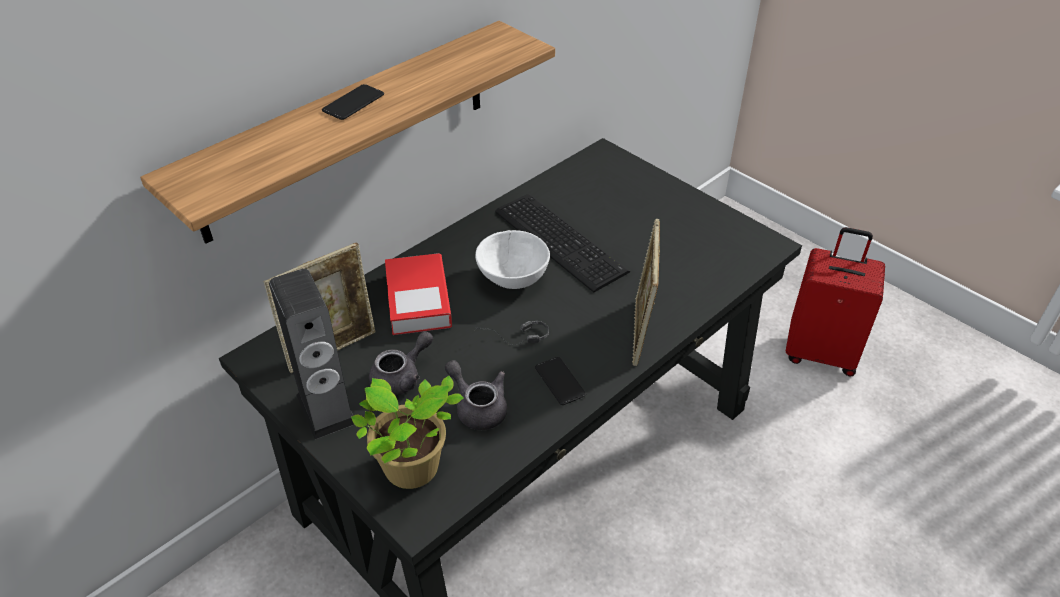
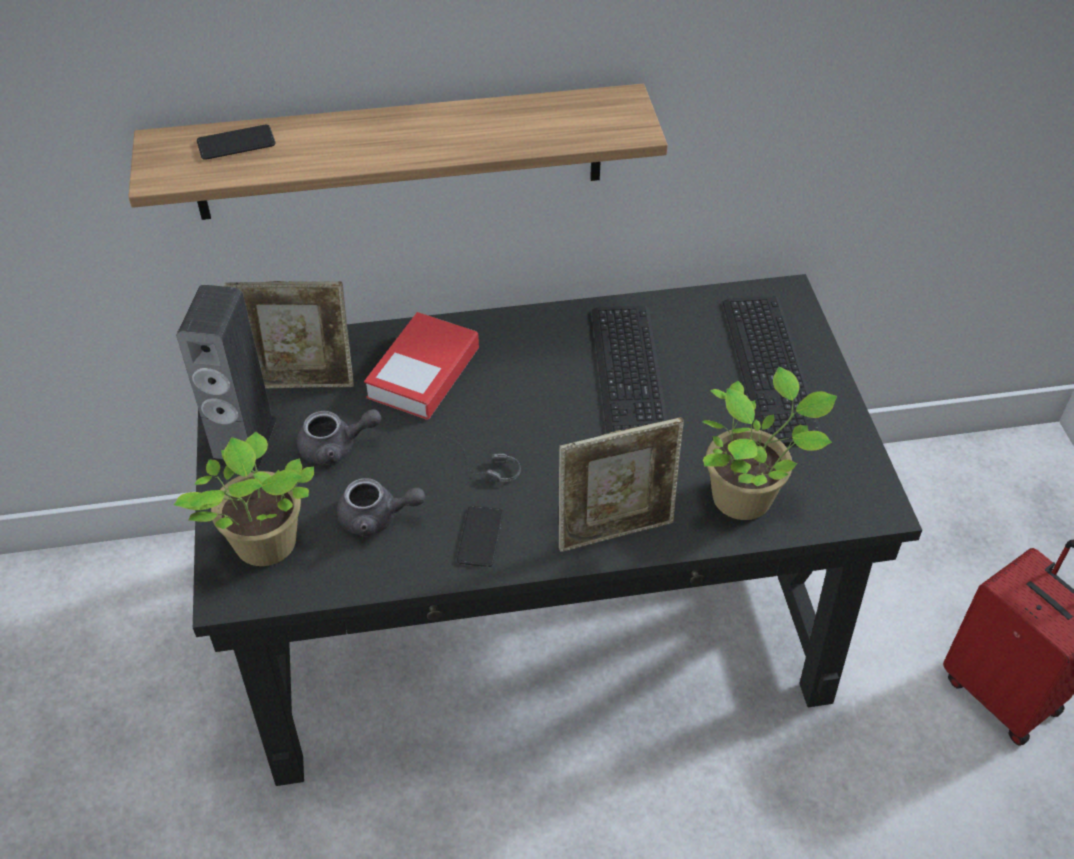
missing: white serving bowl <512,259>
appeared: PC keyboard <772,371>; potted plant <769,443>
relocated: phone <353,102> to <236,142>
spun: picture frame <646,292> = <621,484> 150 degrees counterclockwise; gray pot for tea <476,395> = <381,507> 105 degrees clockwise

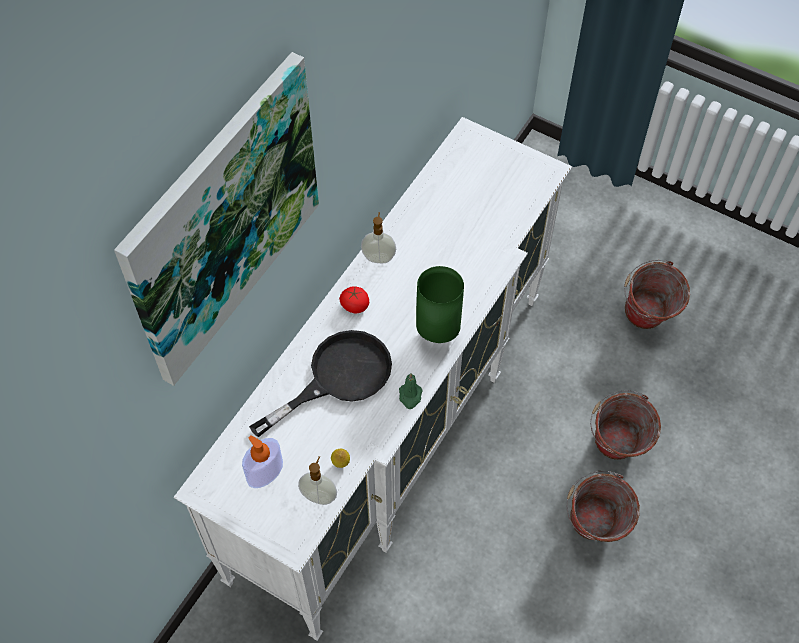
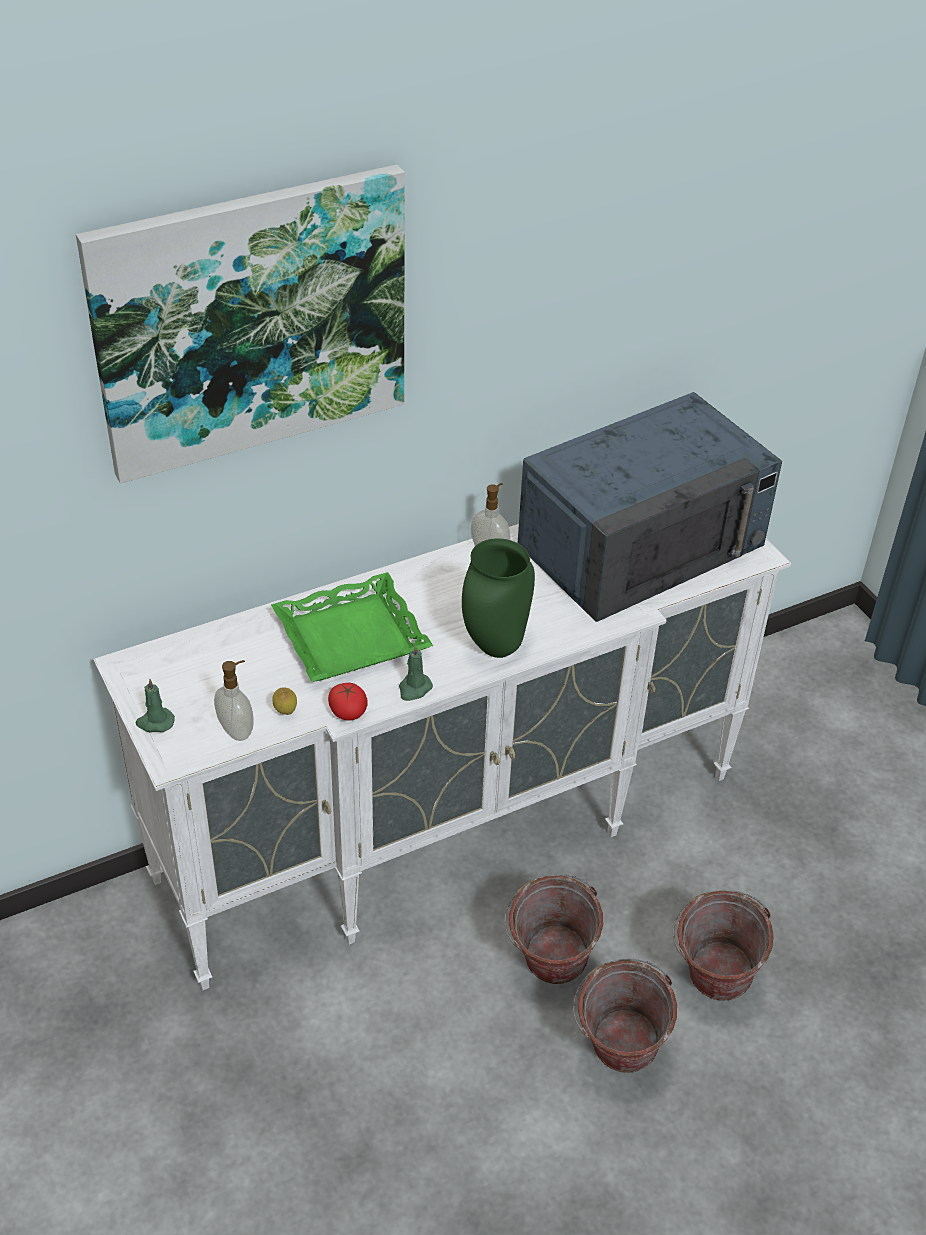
missing: liquid soap bottle <262,461>
appeared: blue-coloured microwave <650,507>; green-coloured wax candle <155,705>
relocated: pail <657,294> to <553,929>; tomato <354,299> to <348,702>
exchanged: black frying pan <320,383> to green-coloured serving tray <352,627>

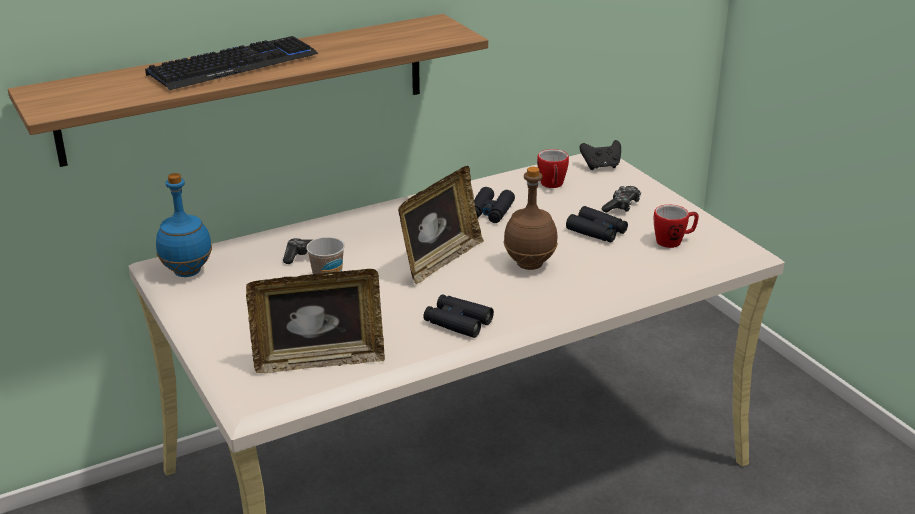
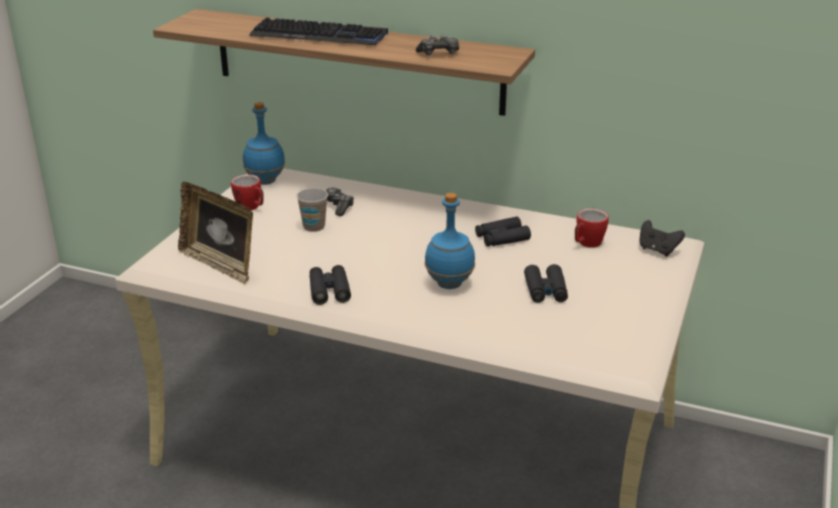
missing: picture frame <441,225>
relocated: game controller <621,199> to <437,45>; coffee mug <676,226> to <247,192>
colour: brownish bottle <531,218> to blue-coloured bottle <450,241>

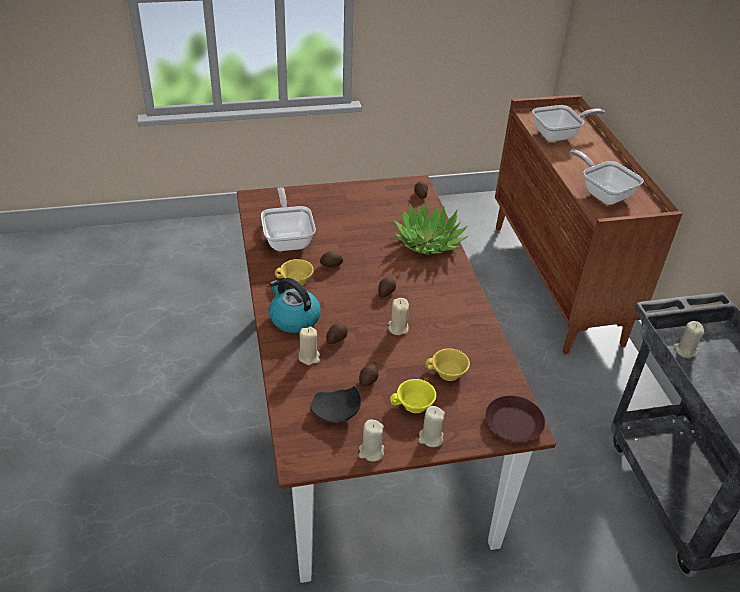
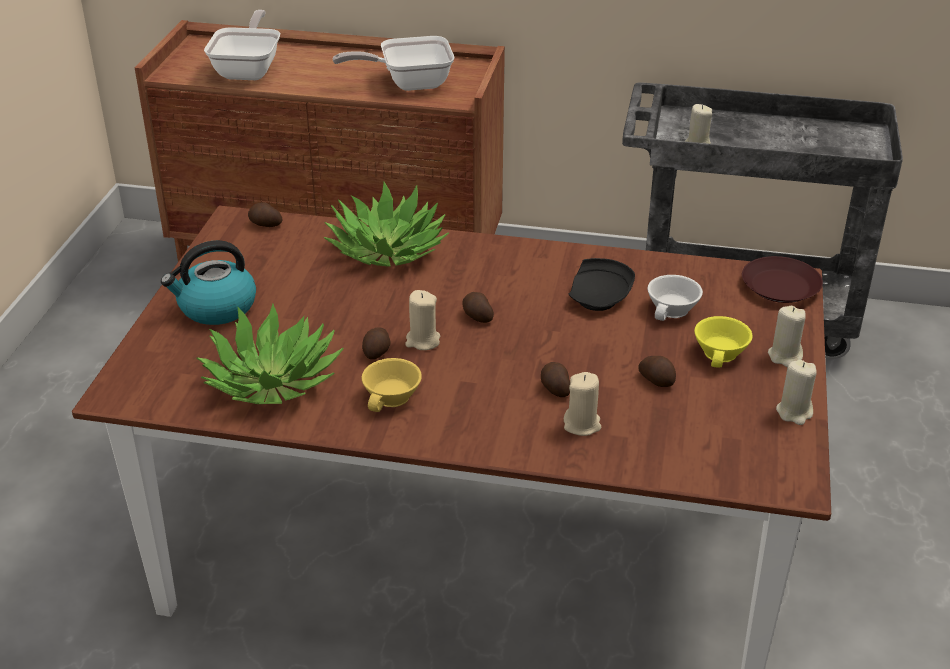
relocated: tea kettle <295,305> to <208,282>; beige wax candle <398,316> to <422,320>; black flat dish <335,404> to <602,284>
exchanged: frying pan <288,219> to potted plant <270,353>
colour: yellow-coloured cup <447,364> to white cup <675,298>

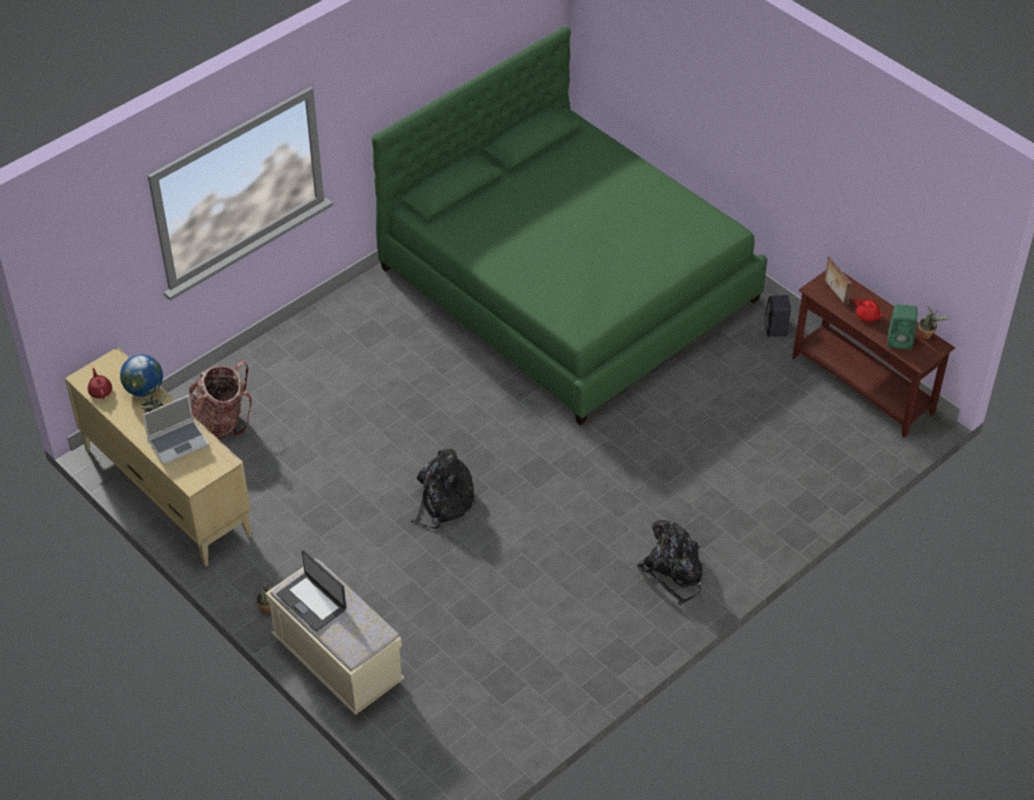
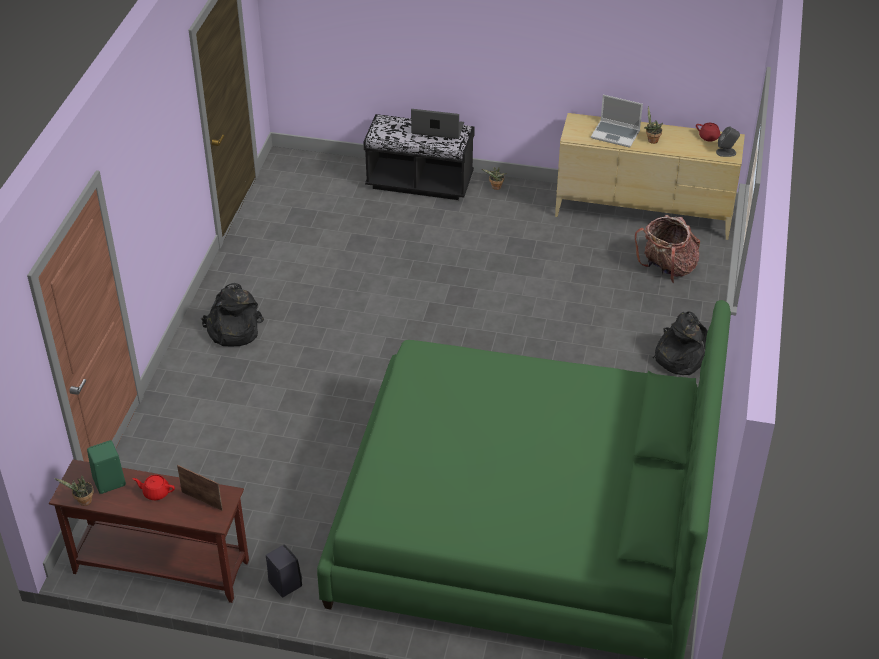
missing: desk globe <141,375>
appeared: gray speaker <728,141>
relocated: black backpack <443,489> to <680,343>
colour: beige indoor bench <334,636> to black indoor bench <419,157>
spun: portable computer <176,429> = <617,121> 90 degrees counterclockwise

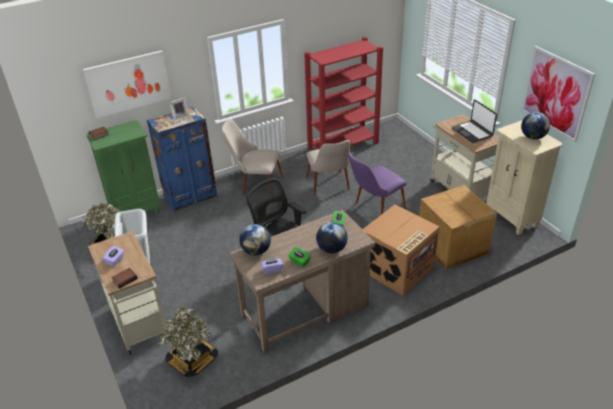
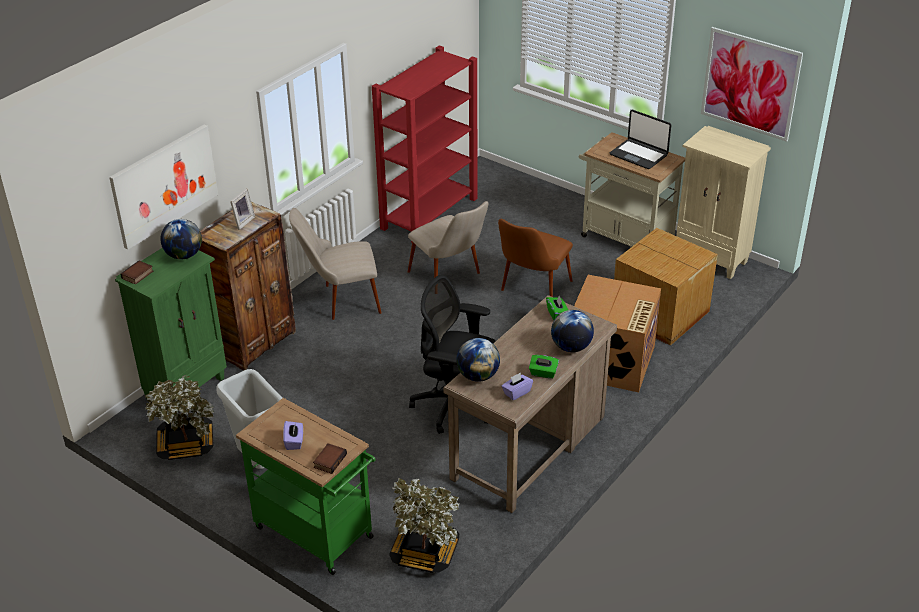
relocated: desk globe <535,126> to <181,239>
colour: blue-coloured cabinet <182,159> to brownish cabinet <247,286>; purple-coloured upright chair <377,184> to brownish upright chair <535,258>; beige trolley <128,293> to green-coloured trolley <306,486>

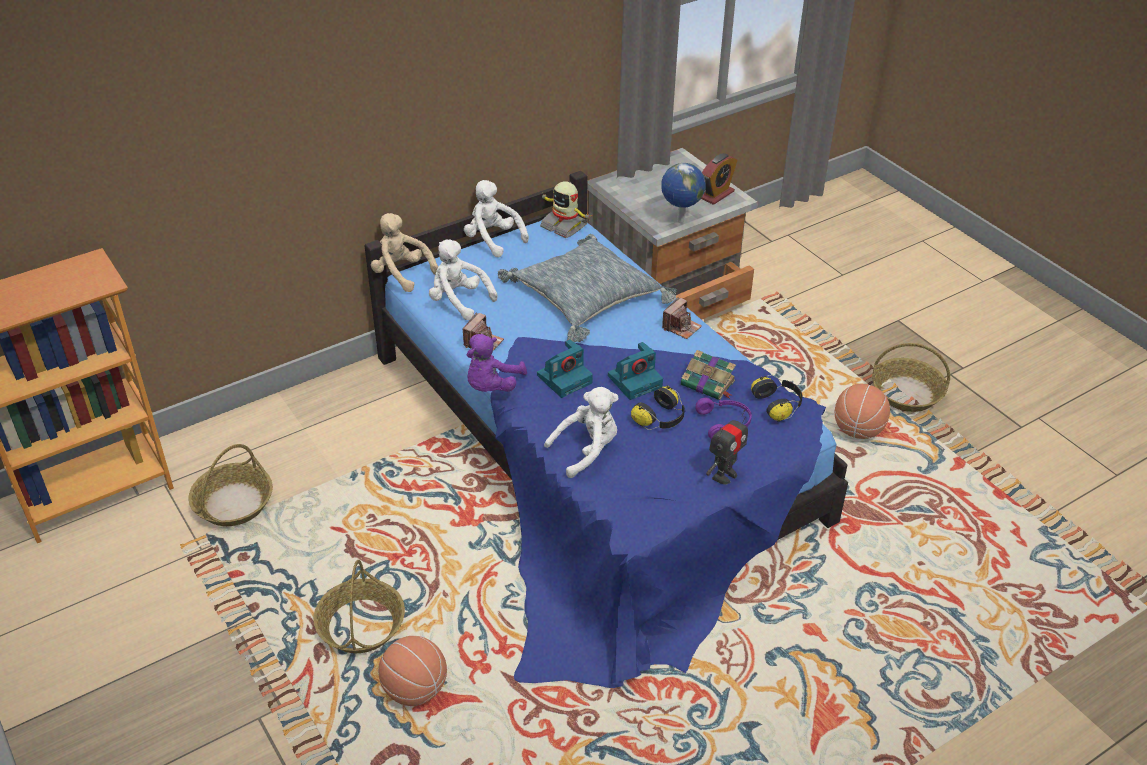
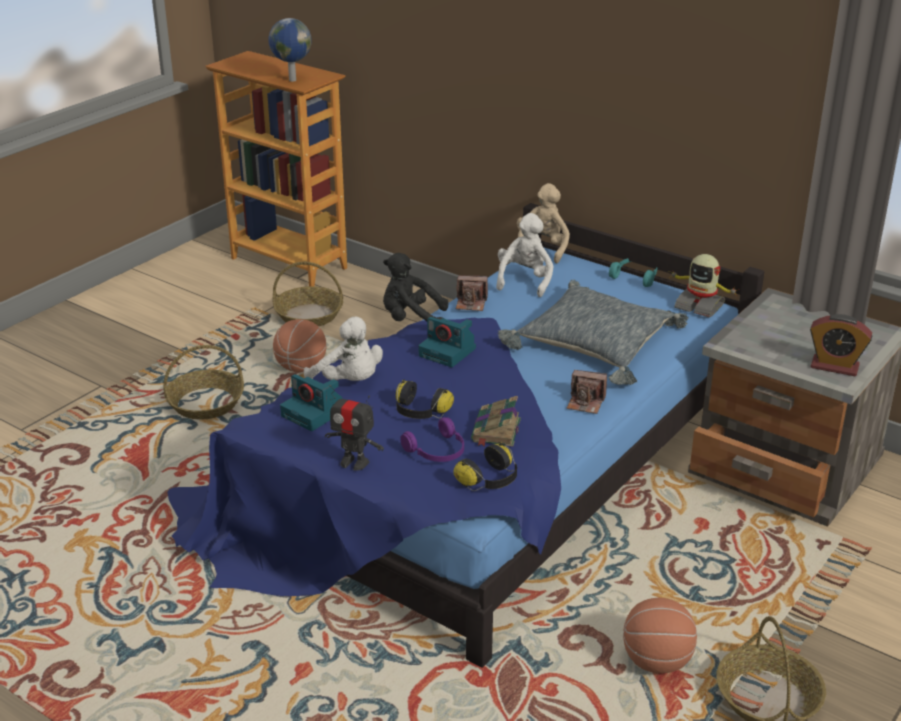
relocated: desk globe <683,193> to <290,50>; still camera <635,371> to <311,402>; basketball ball <412,671> to <299,346>
exchanged: white soft toy <496,218> to blue-green headphones <633,272>
colour: purple-coloured soft toy <497,363> to black soft toy <415,287>
spun: toy robot <565,209> = <704,286> 75 degrees counterclockwise

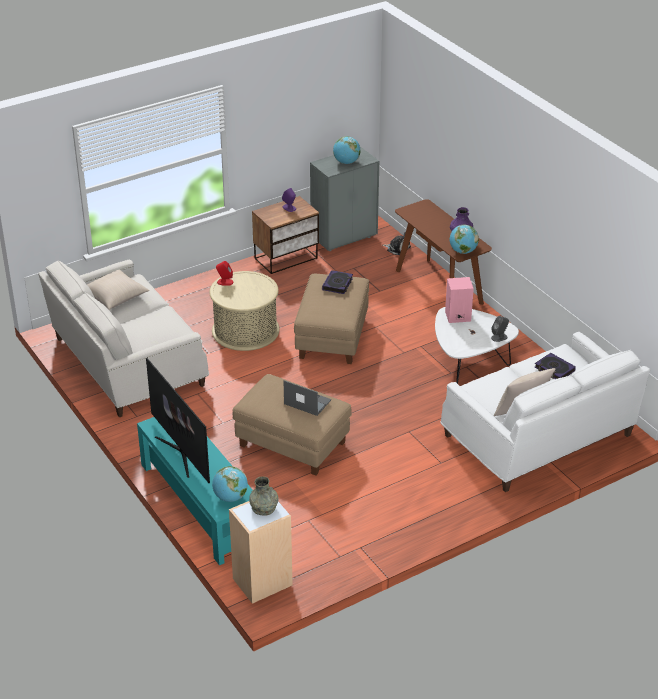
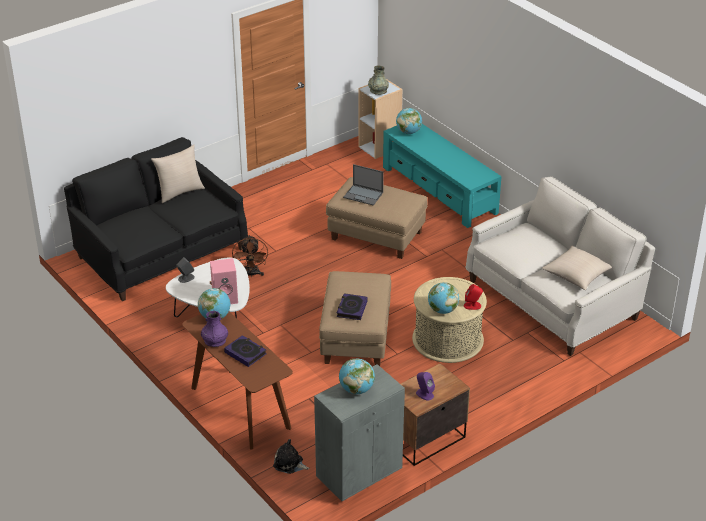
missing: TV <178,420>
appeared: brownish fan <250,256>; desk globe <443,298>
relocated: bound book <555,366> to <245,351>
colour: white couch <545,412> to black couch <156,219>

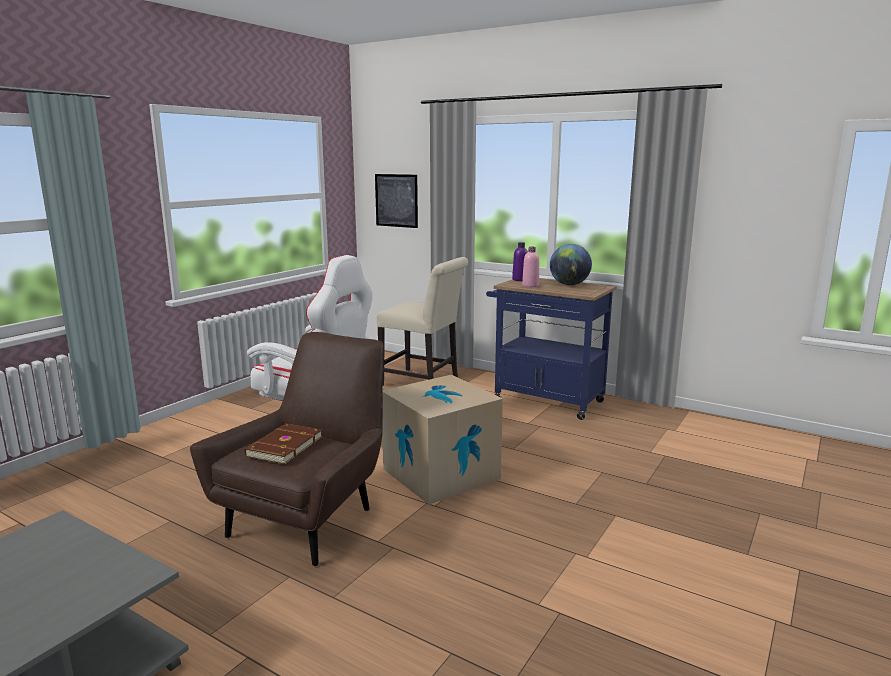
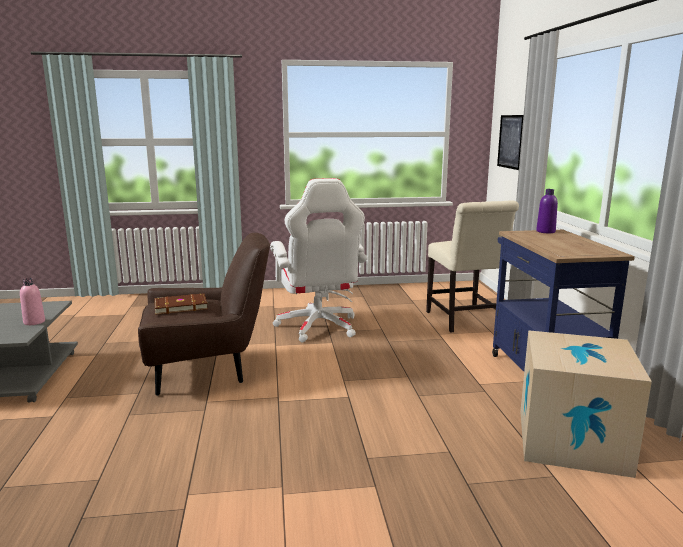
missing: desk globe <571,264>
relocated: pink-coloured bottle <530,267> to <32,301>; cardboard box <442,440> to <586,404>

